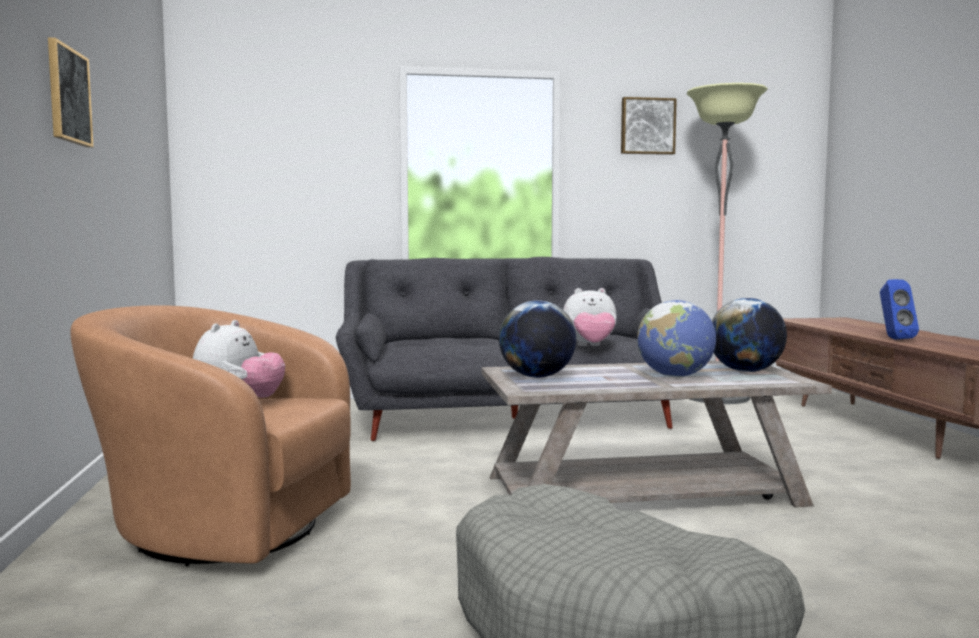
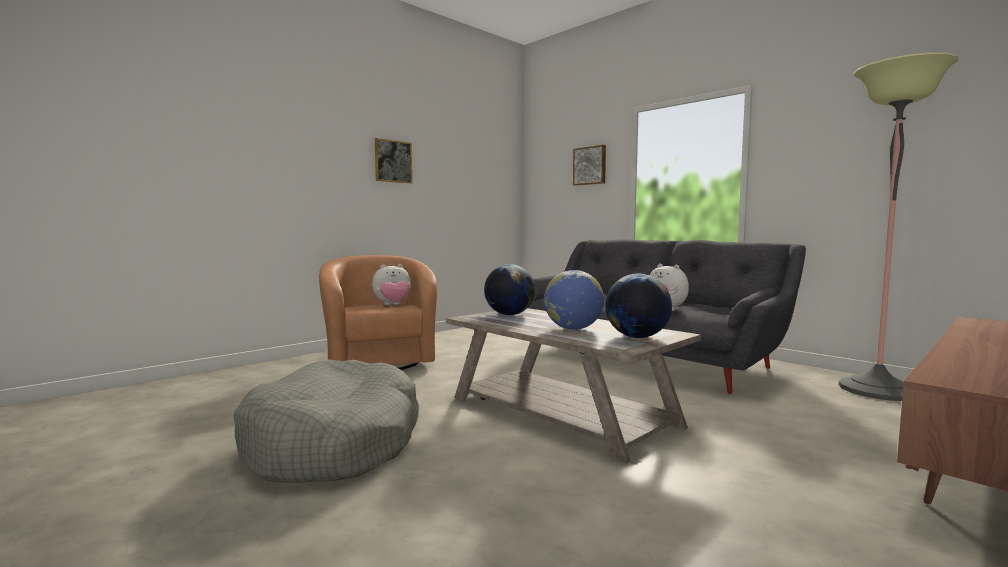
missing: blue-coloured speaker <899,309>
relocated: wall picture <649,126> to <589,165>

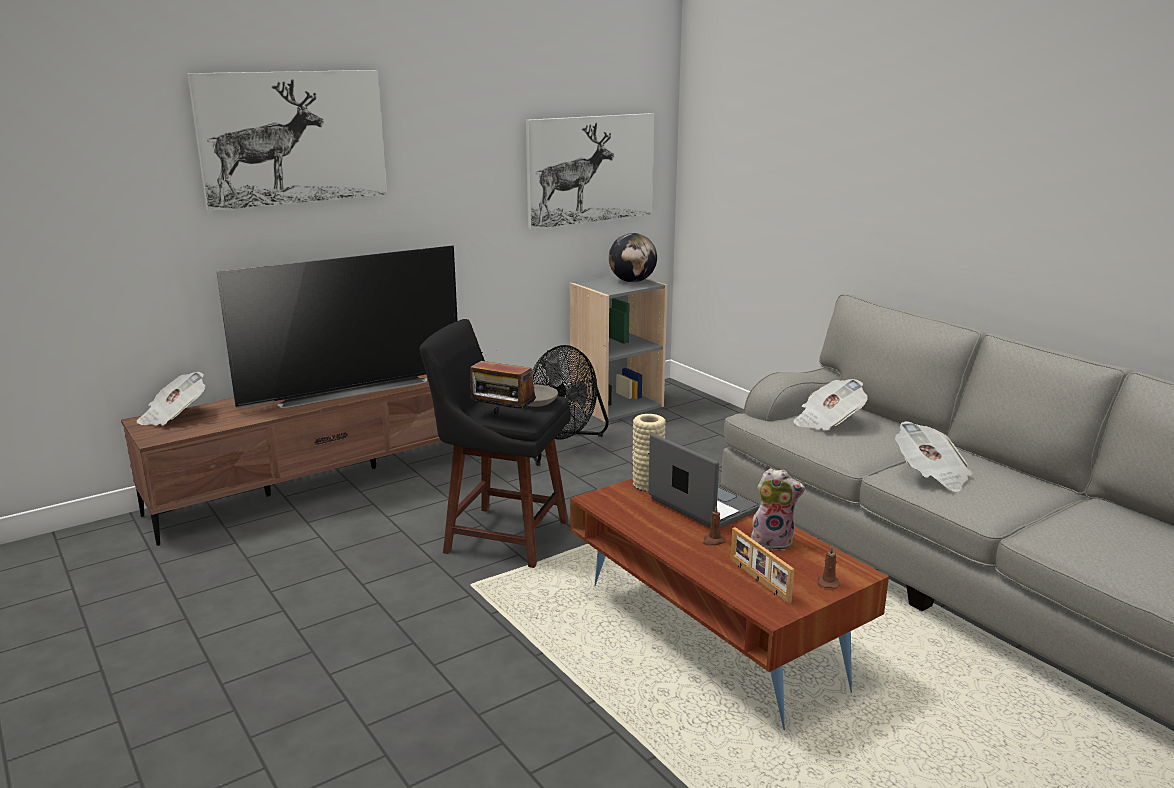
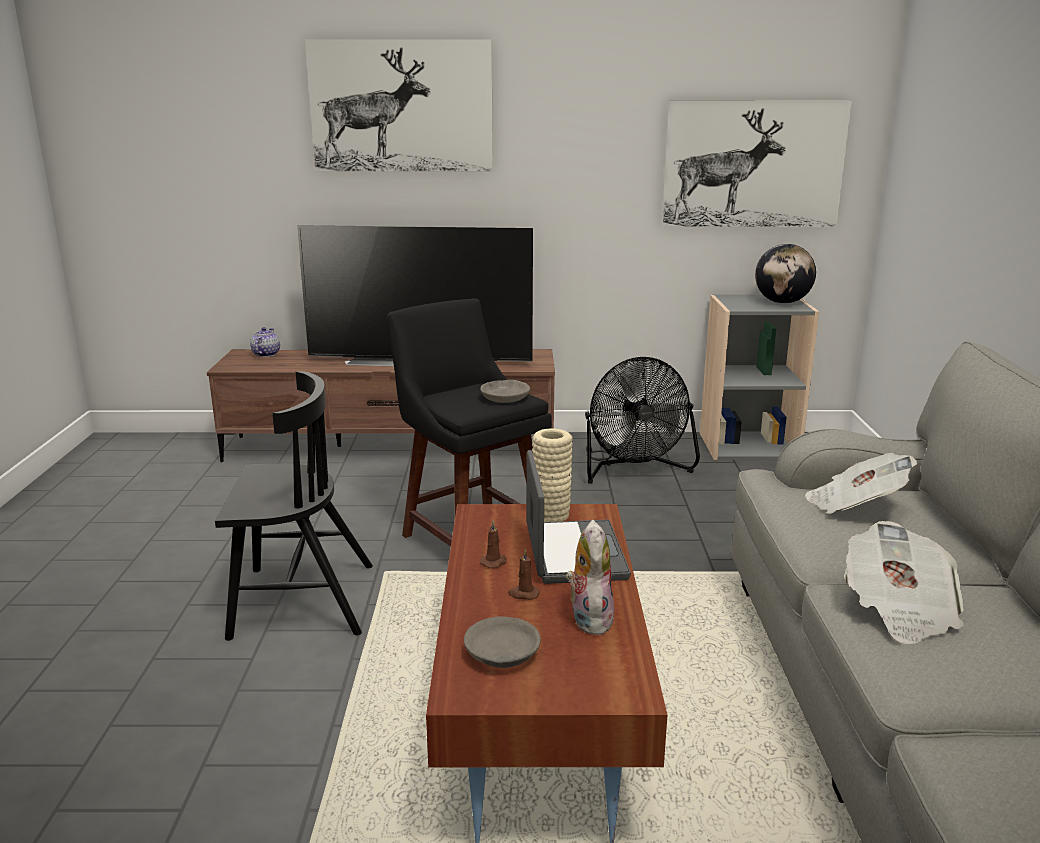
missing: radio set <503,383>
appeared: black upright chair <294,506>
relocated: brownish wax candle <829,567> to <493,544>
exchanged: daily paper <171,399> to pot for tea <265,342>; picture frame <762,565> to gray serving bowl <502,642>
spun: soft toy <778,509> = <590,577> 135 degrees counterclockwise

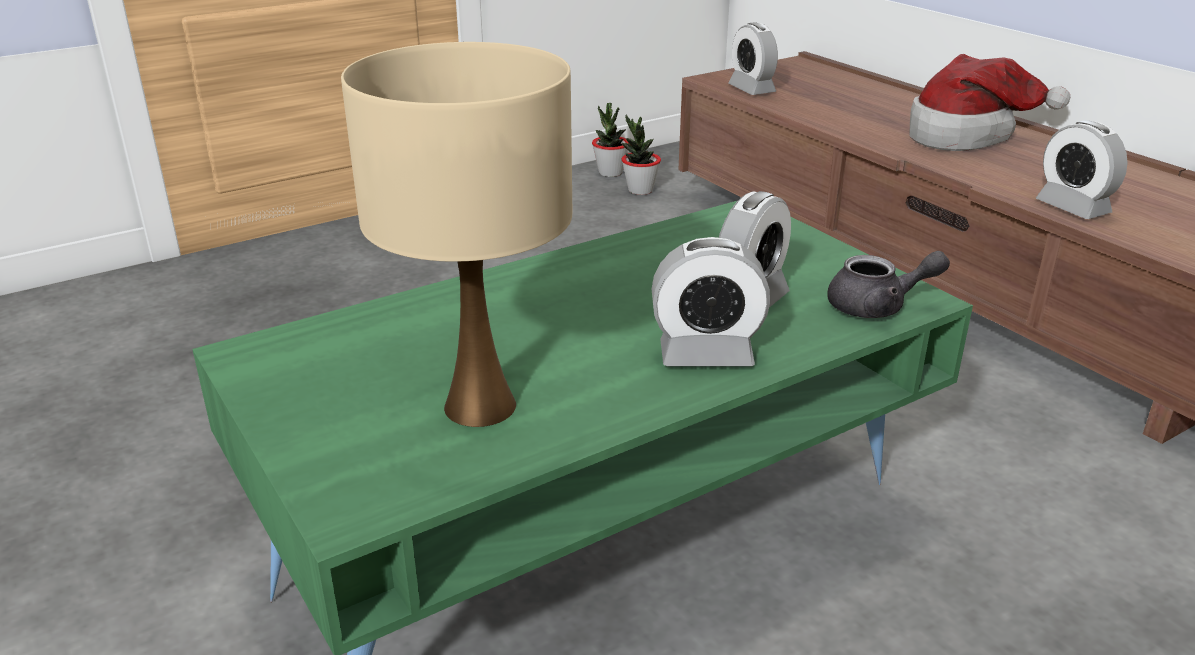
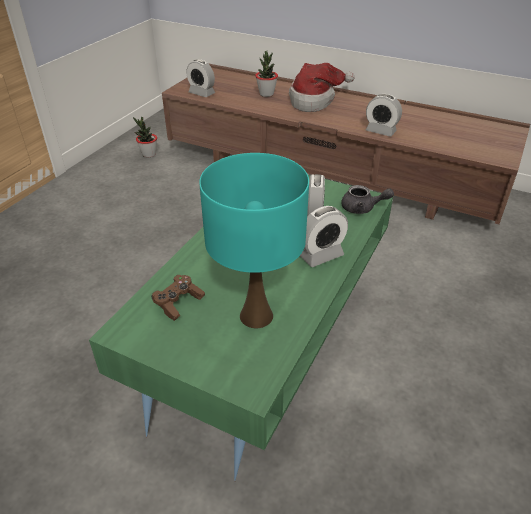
appeared: brownish game controller <178,298>
relocated: potted plant <610,140> to <266,74>
colour: beige lamp for a table <456,234> to blue-green lamp for a table <254,240>
spun: gray pot for tea <888,284> = <367,199> 45 degrees clockwise

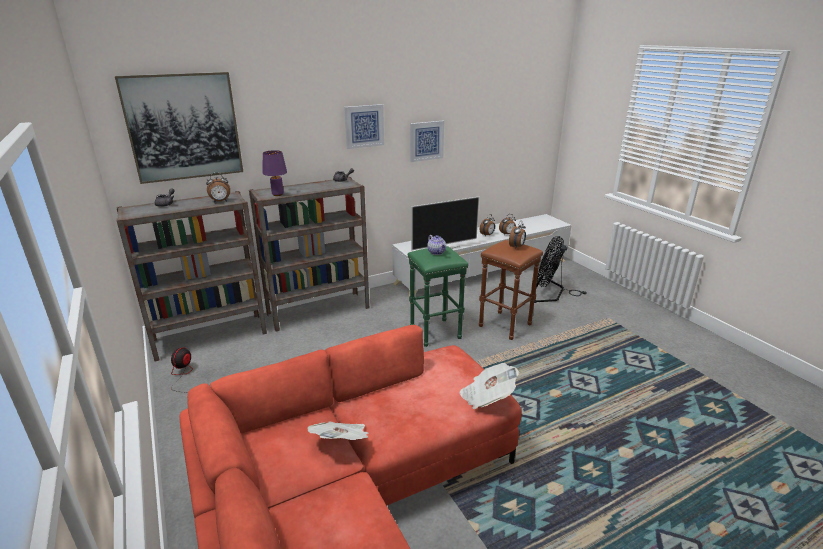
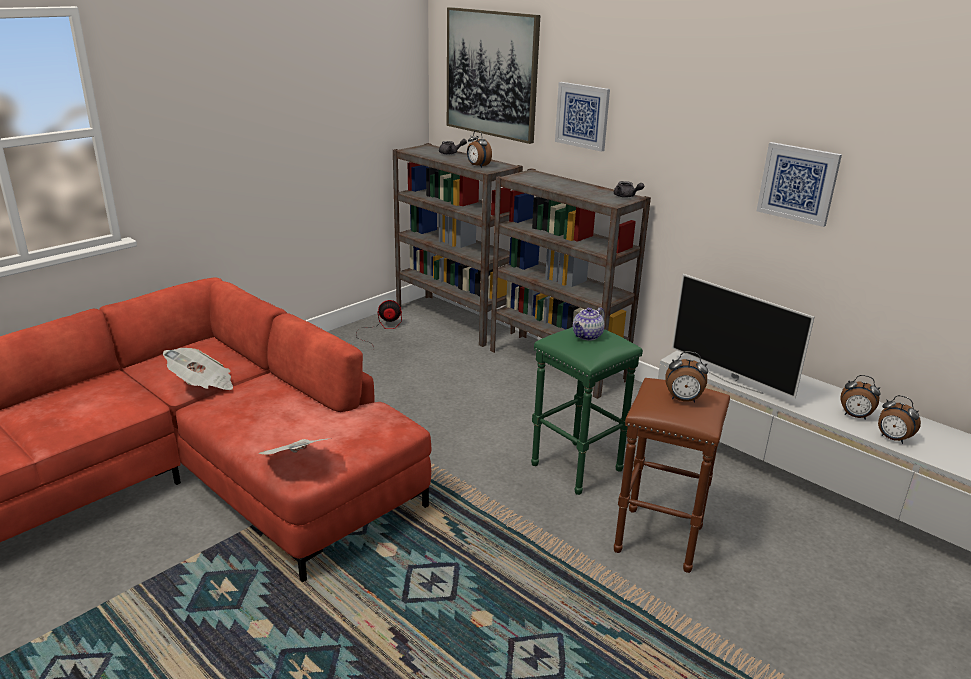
missing: purple-coloured lamp for a table <275,173>; black fan <560,269>
relocated: wall picture <364,126> to <582,117>

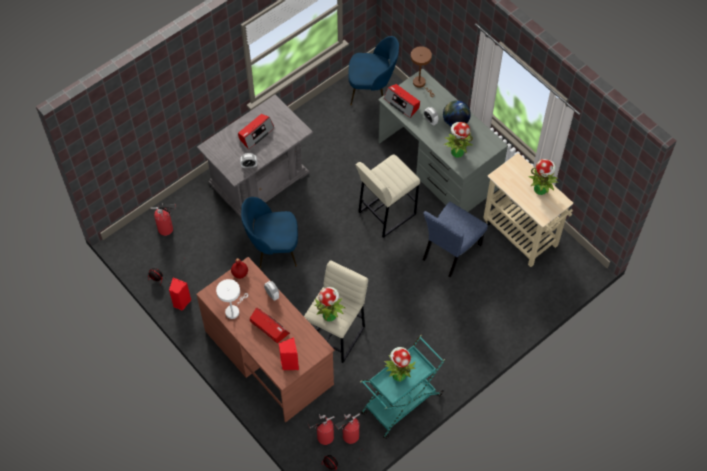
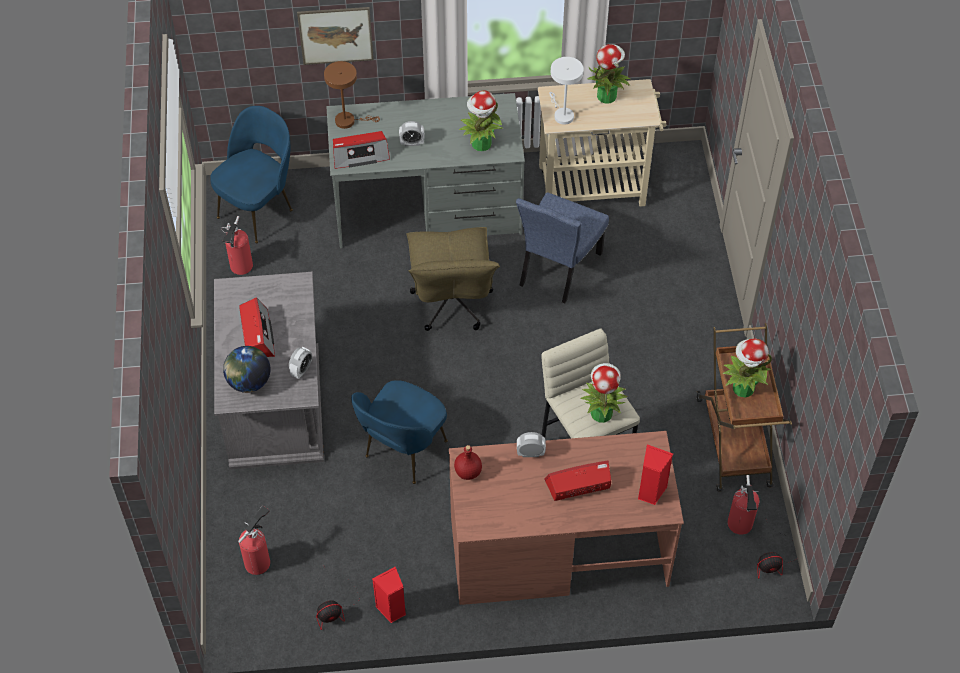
appeared: wall picture <335,36>
relocated: desk globe <457,113> to <247,369>; white lamp for a table <232,299> to <566,91>; extinguisher <321,429> to <237,245>
exchanged: beige stool seat <387,196> to beige office chair <453,279>
colour: blue-green trolley <403,386> to brownish trolley <744,407>
spun: blue-coloured upright chair <455,239> = <562,248> 45 degrees clockwise

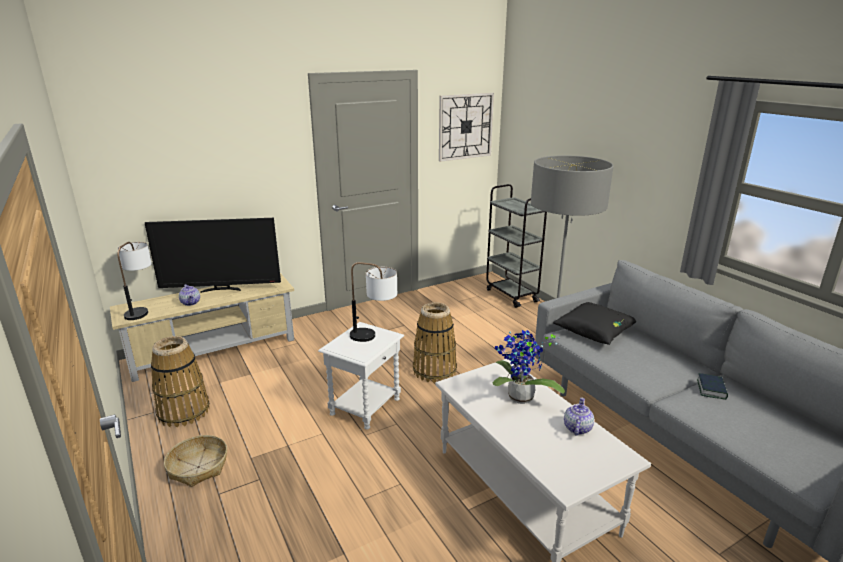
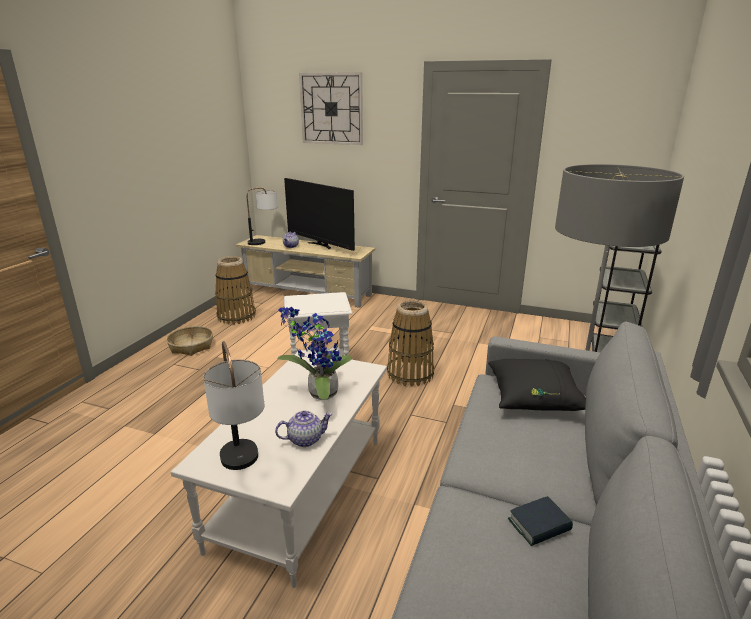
relocated: hanging clock <466,127> to <331,108>; lamp for a table <373,302> to <233,405>

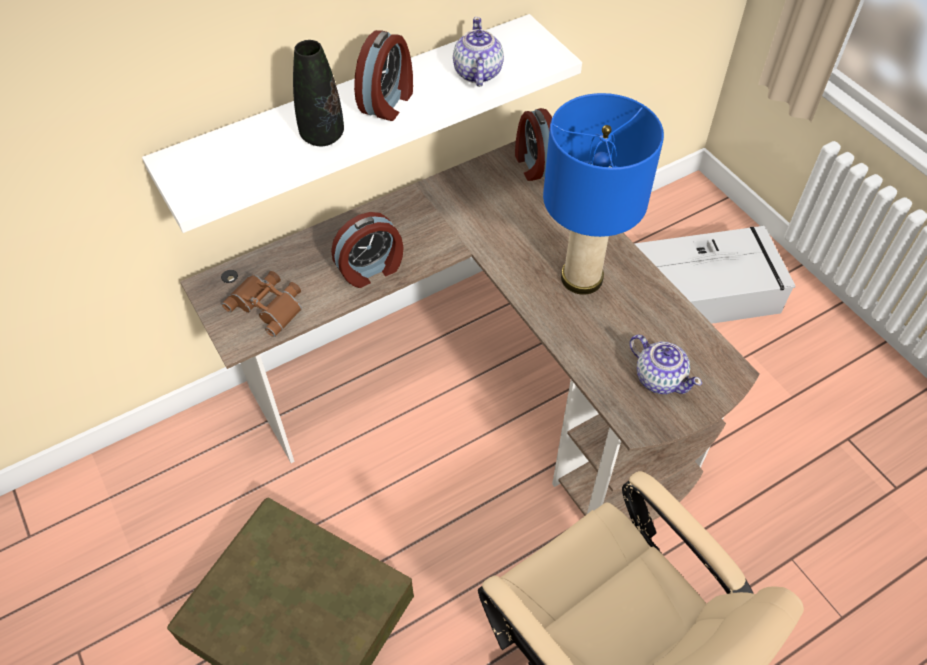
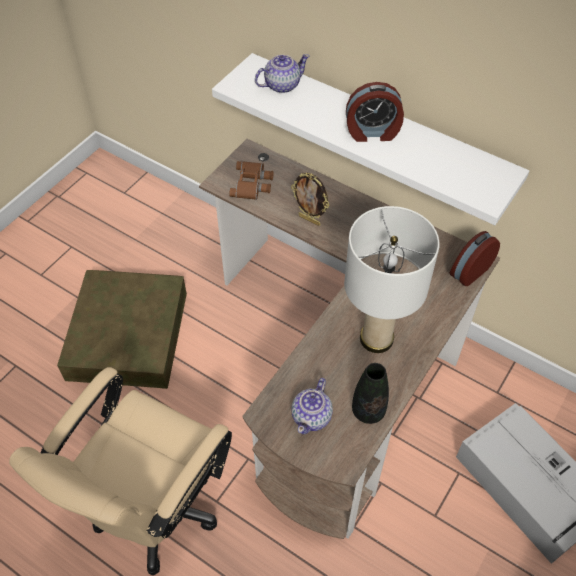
relocated: pot for tea <478,52> to <282,73>; black flower vase <318,93> to <370,393>
exchanged: table clock <367,250> to picture frame <310,199>
colour: blue-coloured lamp for a table <603,194> to white lamp for a table <391,279>

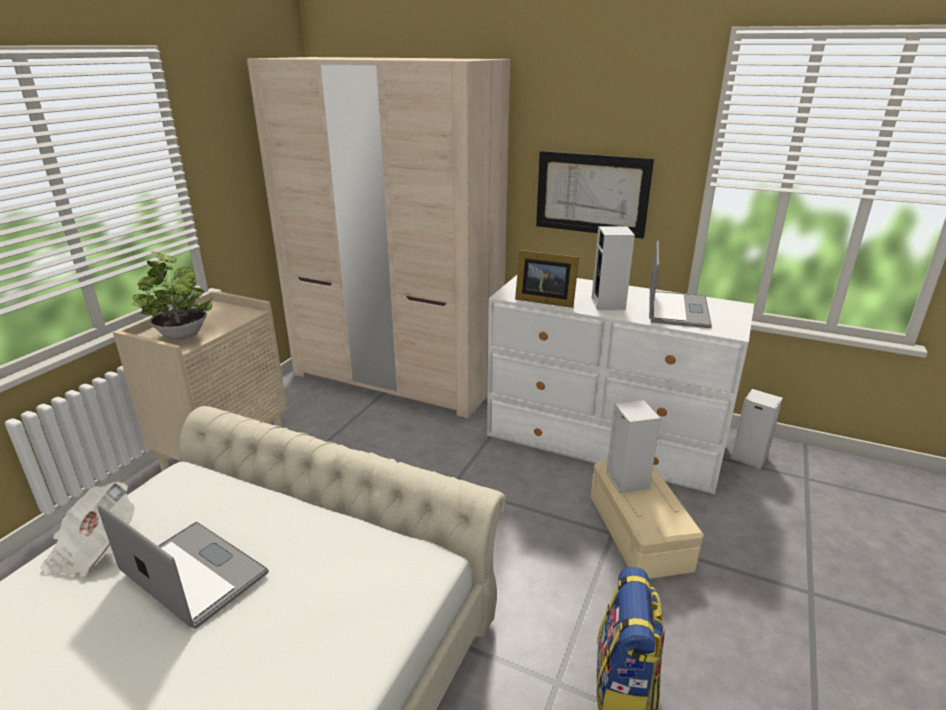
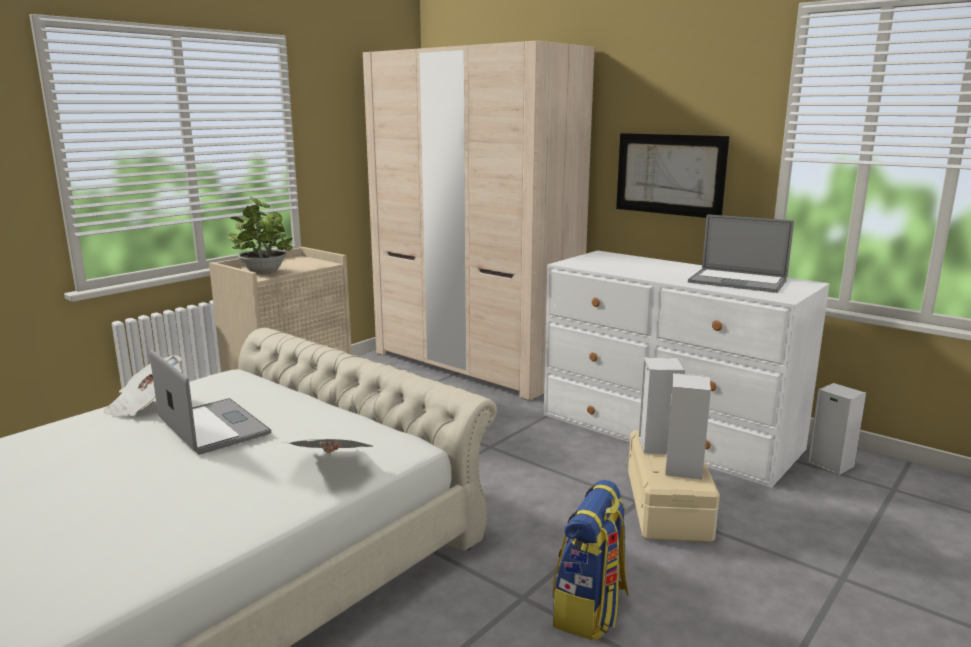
missing: picture frame <547,279>
appeared: daily paper <326,446>
relocated: speaker <613,268> to <688,426>
spun: portable computer <680,284> = <741,253> 90 degrees clockwise

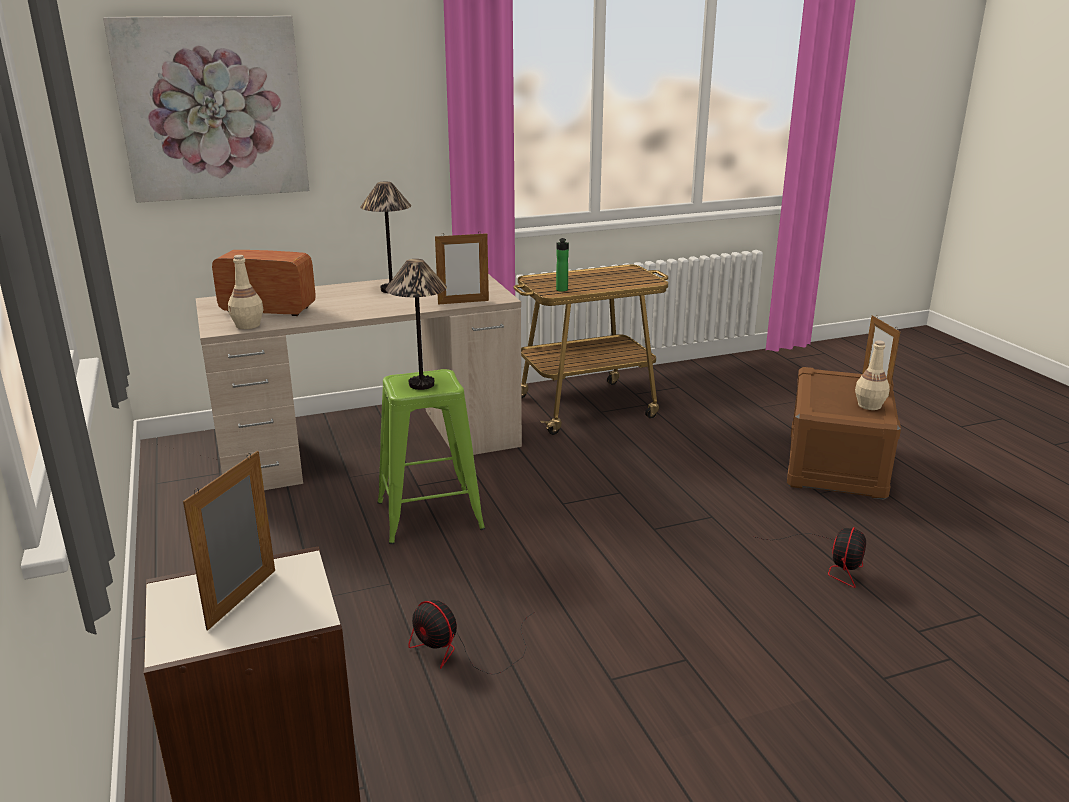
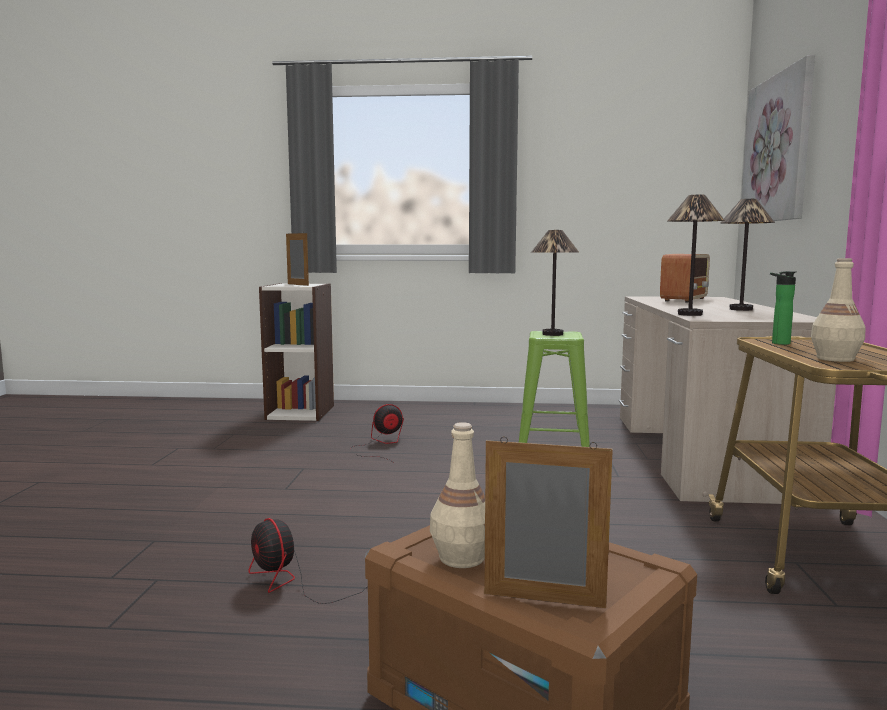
relocated: beige bottle <246,292> to <838,310>
exchanged: picture frame <462,268> to lamp for a table <696,255>

